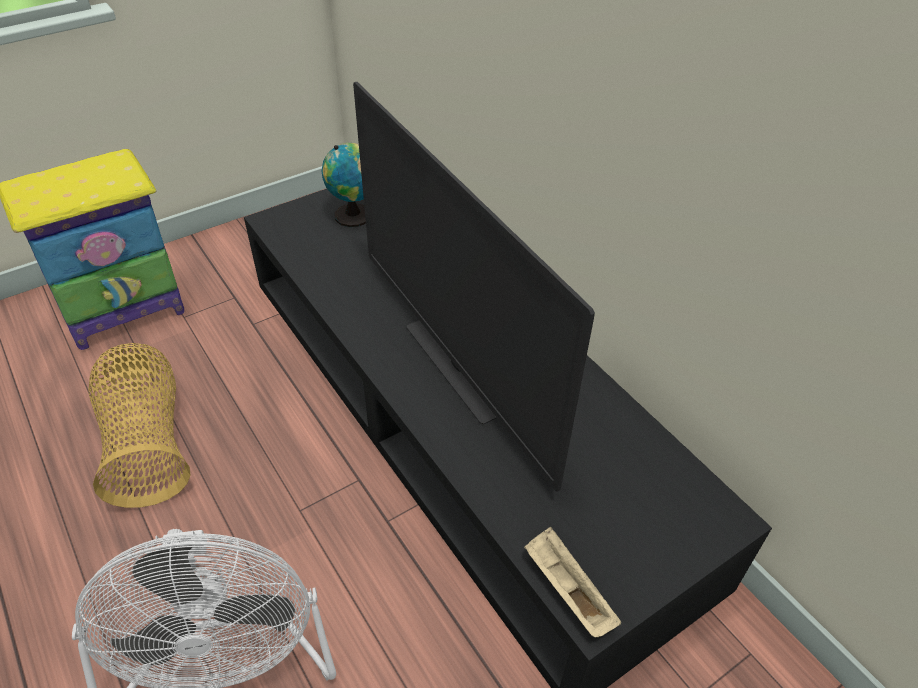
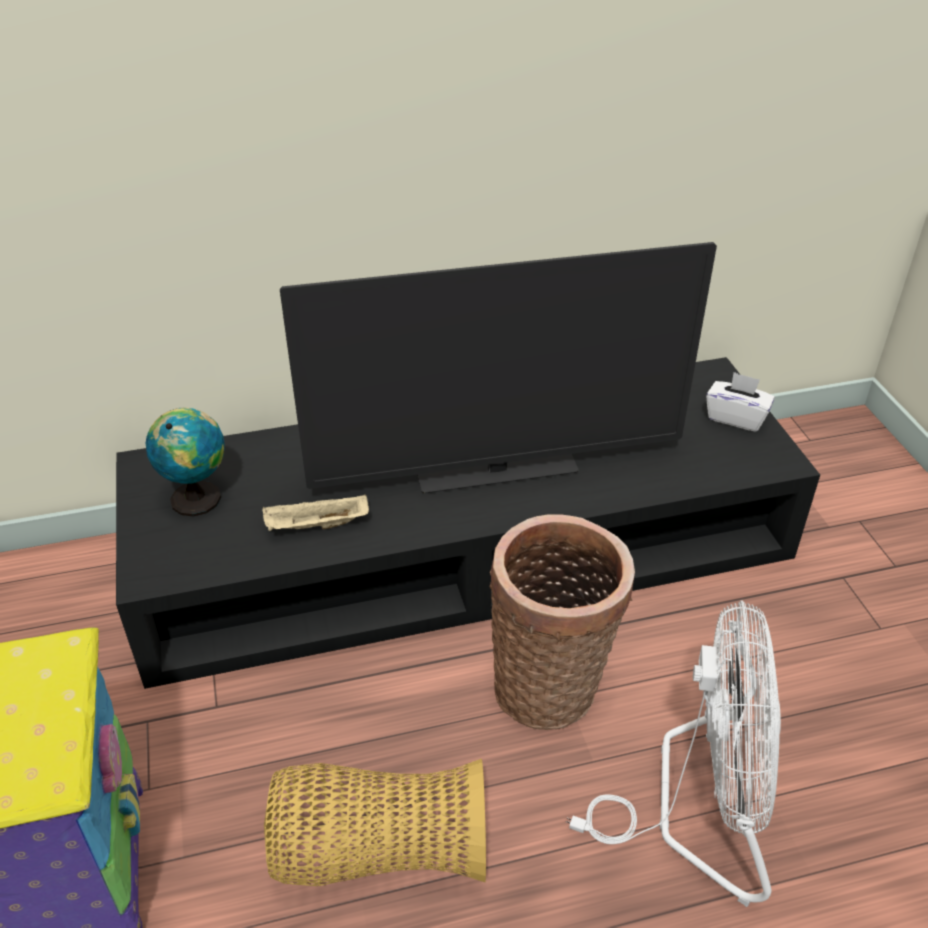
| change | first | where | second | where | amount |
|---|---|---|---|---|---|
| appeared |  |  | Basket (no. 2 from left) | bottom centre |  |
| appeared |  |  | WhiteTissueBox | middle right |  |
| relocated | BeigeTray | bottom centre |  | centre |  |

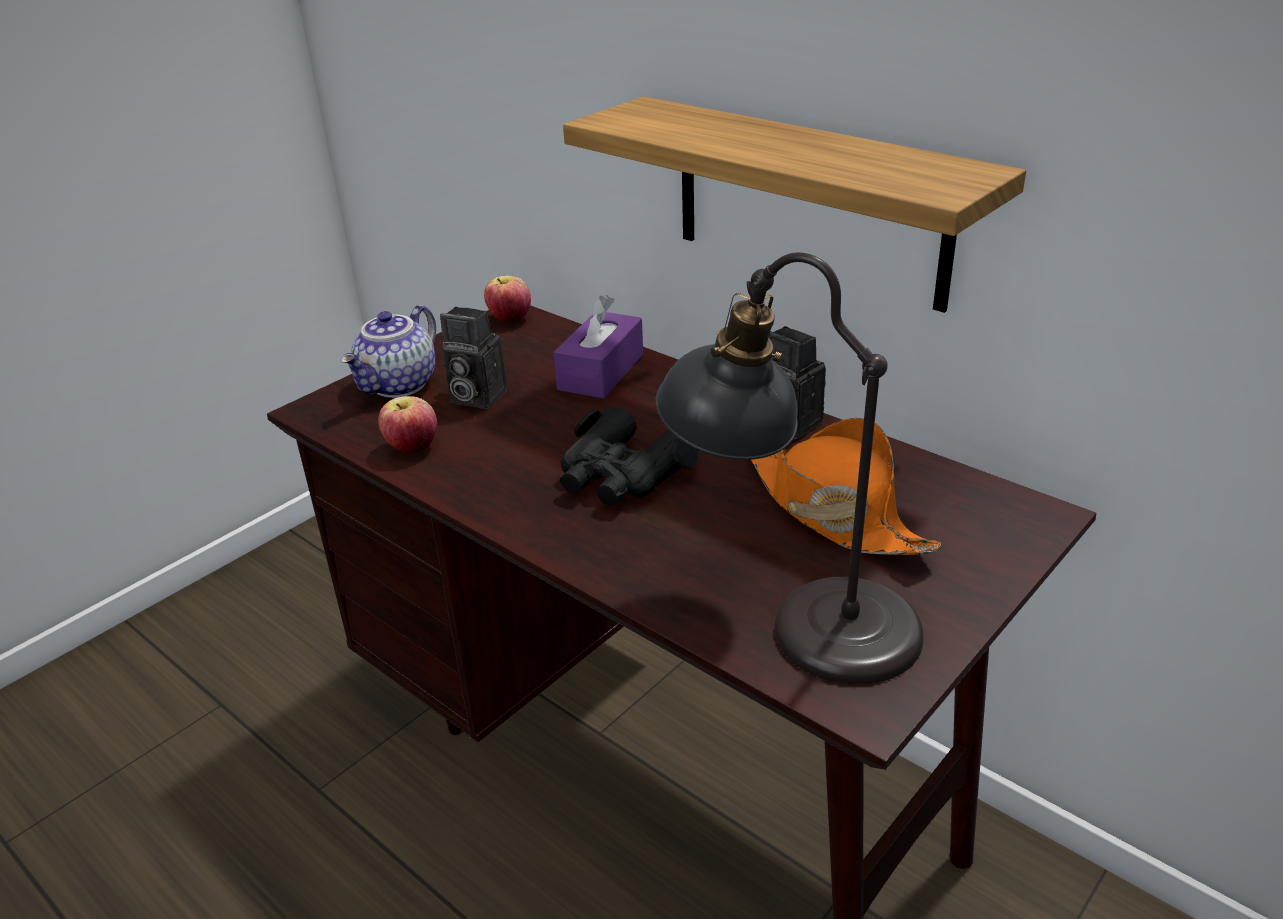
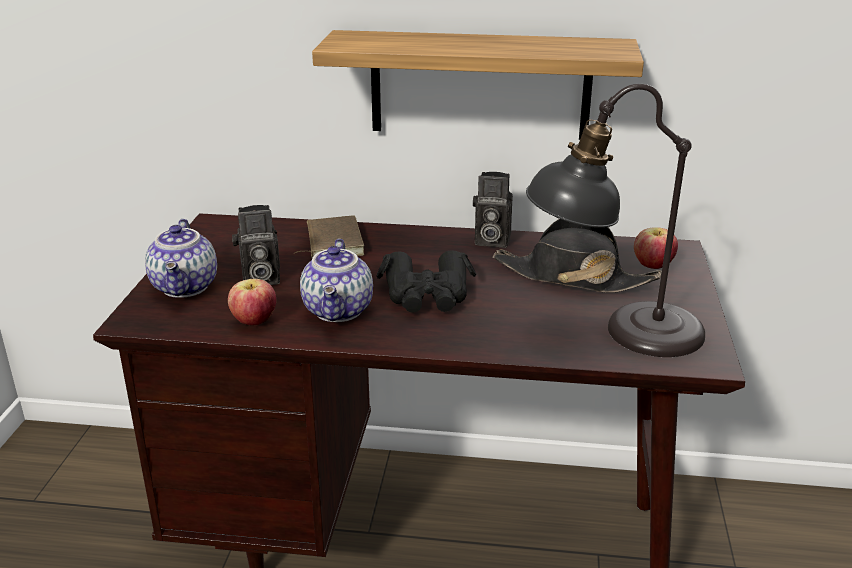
| change | first | where | second | where | amount |
|---|---|---|---|---|---|
| appeared |  |  | Teapot (no. 2 from left) | centre |  |
| relocated | Apple (no. 2 from left) | top centre |  | middle right |  |
| exchanged | PurpleTissueBox | centre | BrownBook | centre |  |
| colour | OrangeHat | centre | BlackHat | middle right |  |

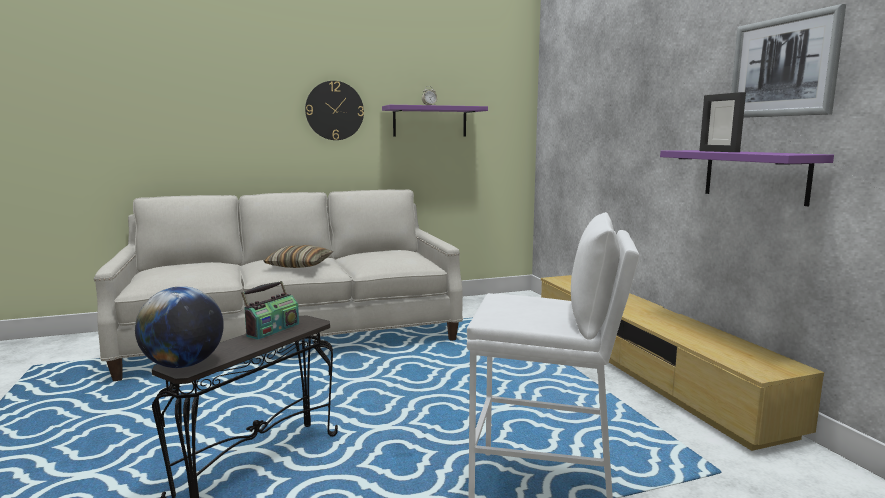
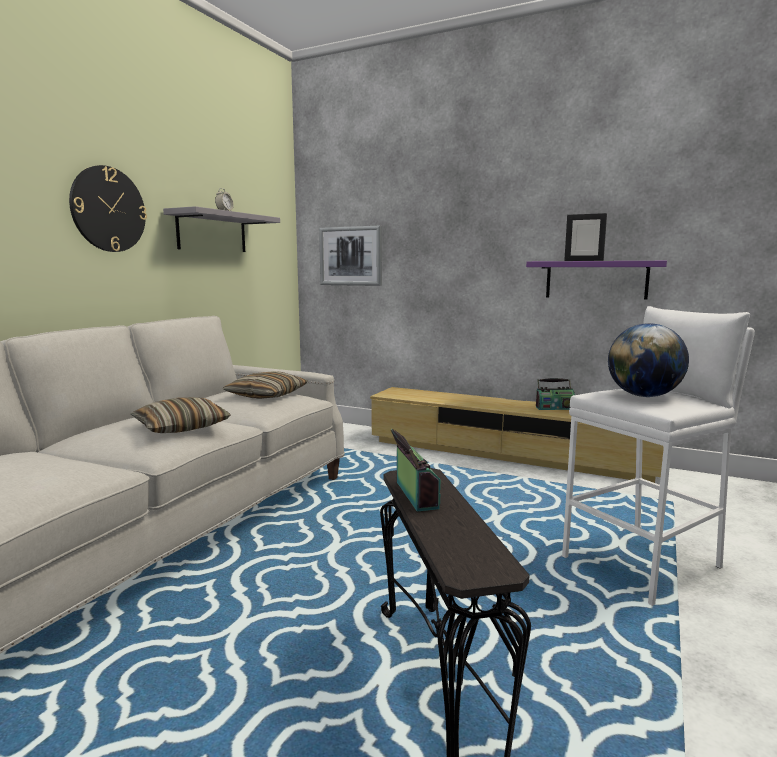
| change | first | where | second | where | amount |
|---|---|---|---|---|---|
| appeared |  |  | Pillow (no. 2 from left) | centre |  |
| appeared |  |  | Radio (no. 2 from left) | middle right |  |
| relocated | Globe | middle left |  | middle right |  |
| relocated | Picture | top right |  | centre |  |
| colour | PurpleShelf (no. 1 from left) | top centre | GreyShelf | top left |  |

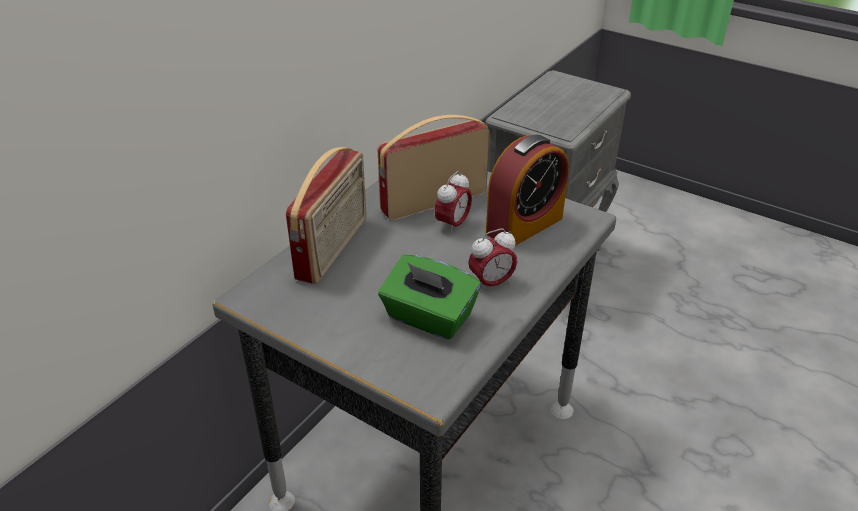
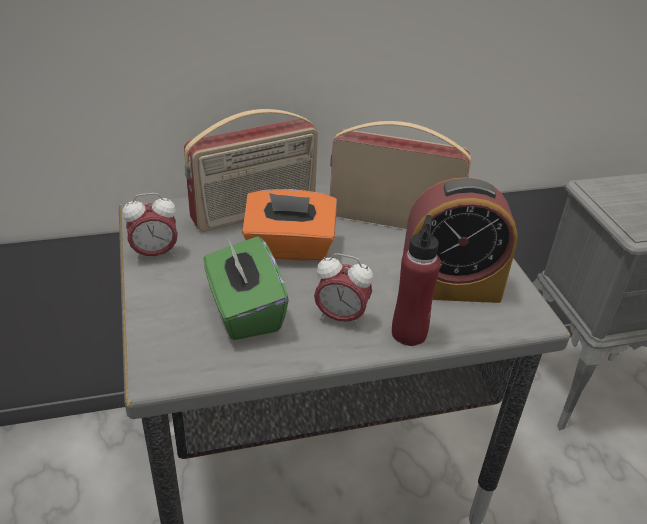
| change | first | where | second | where | amount |
|---|---|---|---|---|---|
| appeared |  |  | OrangeTissueBox | centre |  |
| appeared |  |  | RedBottle | centre |  |
| relocated | AlarmClock (no. 1 from left) | centre |  | middle left |  |

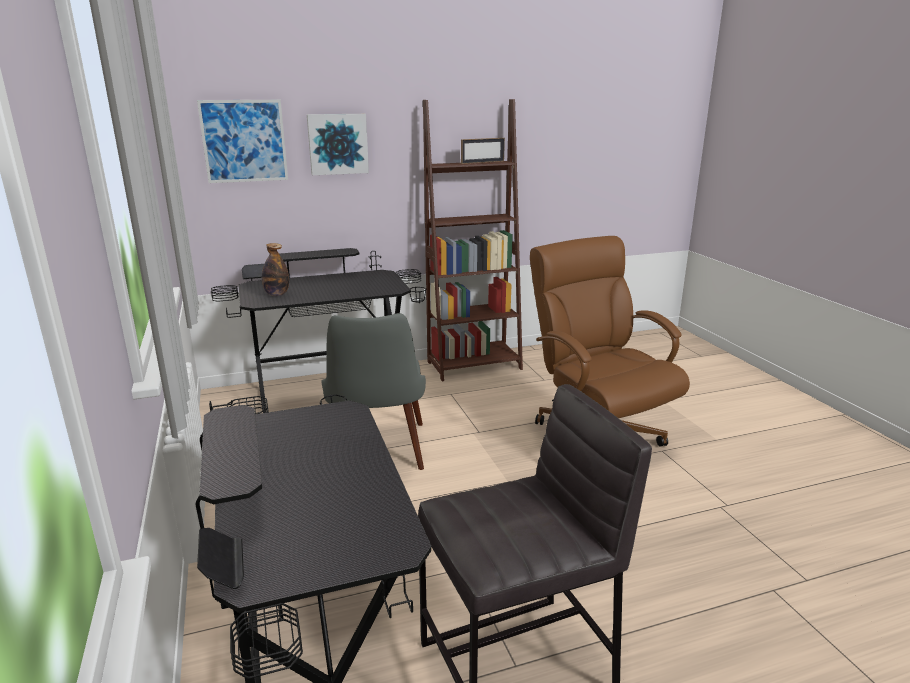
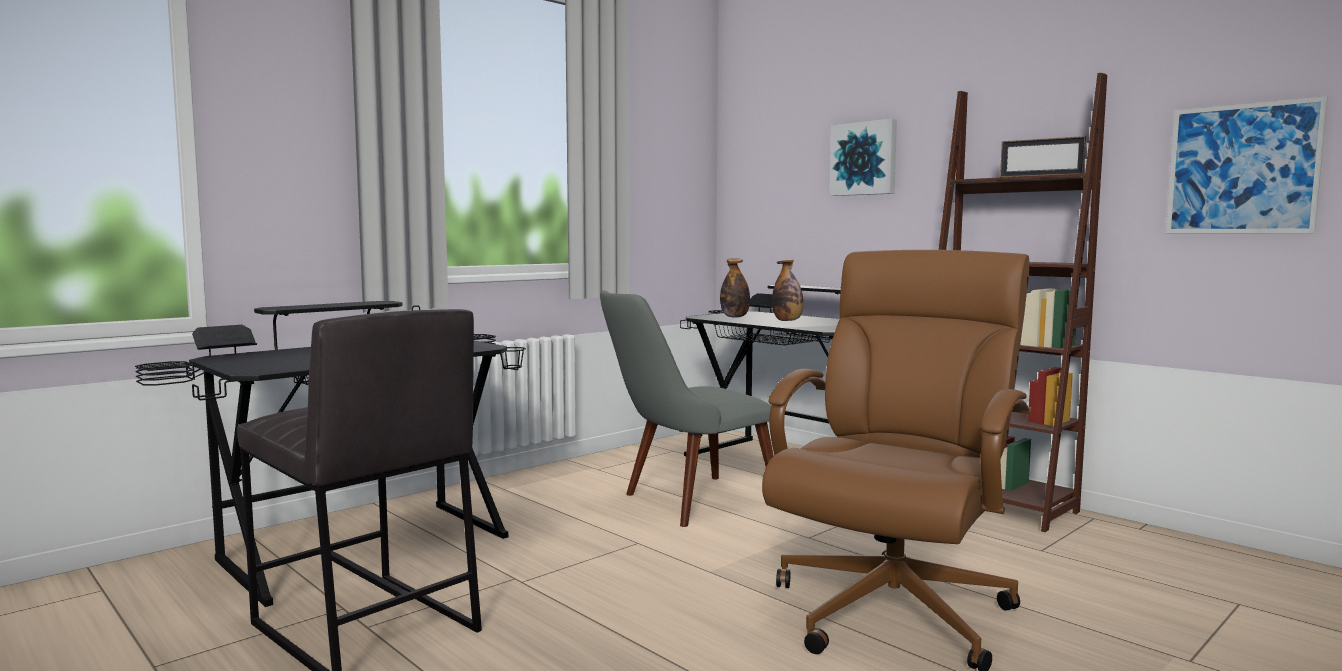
| change | first | where | second | where | amount |
|---|---|---|---|---|---|
| appeared |  |  | Bottle (no. 2 from left) | centre |  |
| relocated | Picture (no. 1 from left in the first image) | top left | Picture (no. 2 from left) | top right |  |

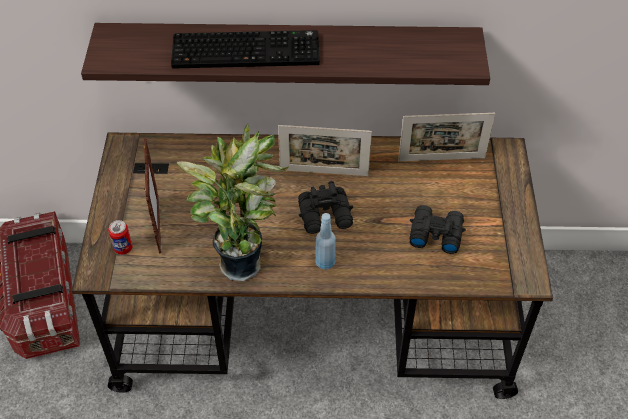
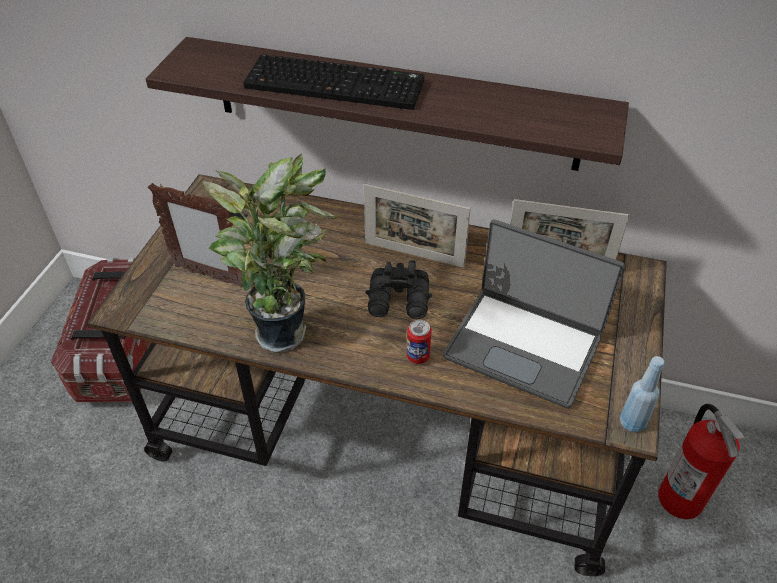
| change | first | where | second | where | amount |
|---|---|---|---|---|---|
| appeared |  |  | FireExtinguisher | bottom right |  |
| relocated | Can | middle left |  | centre |  |
| relocated | BlueBottle | centre |  | bottom right |  |
| exchanged | BlackBinoculars (no. 2 from left) | middle right | Laptop | middle right |  |
| spun | PictureFrame (no. 1 from left) | middle left |  | middle left | 105 degrees clockwise |

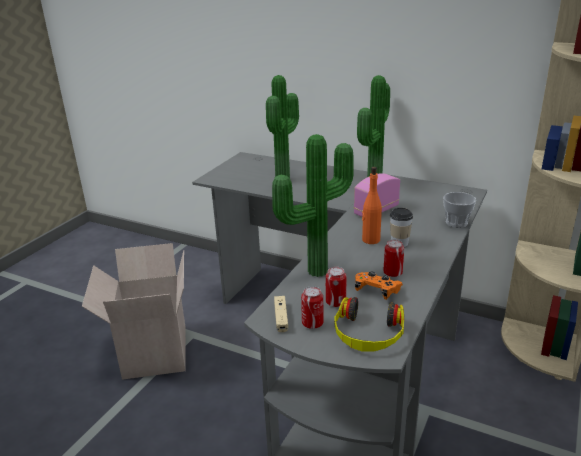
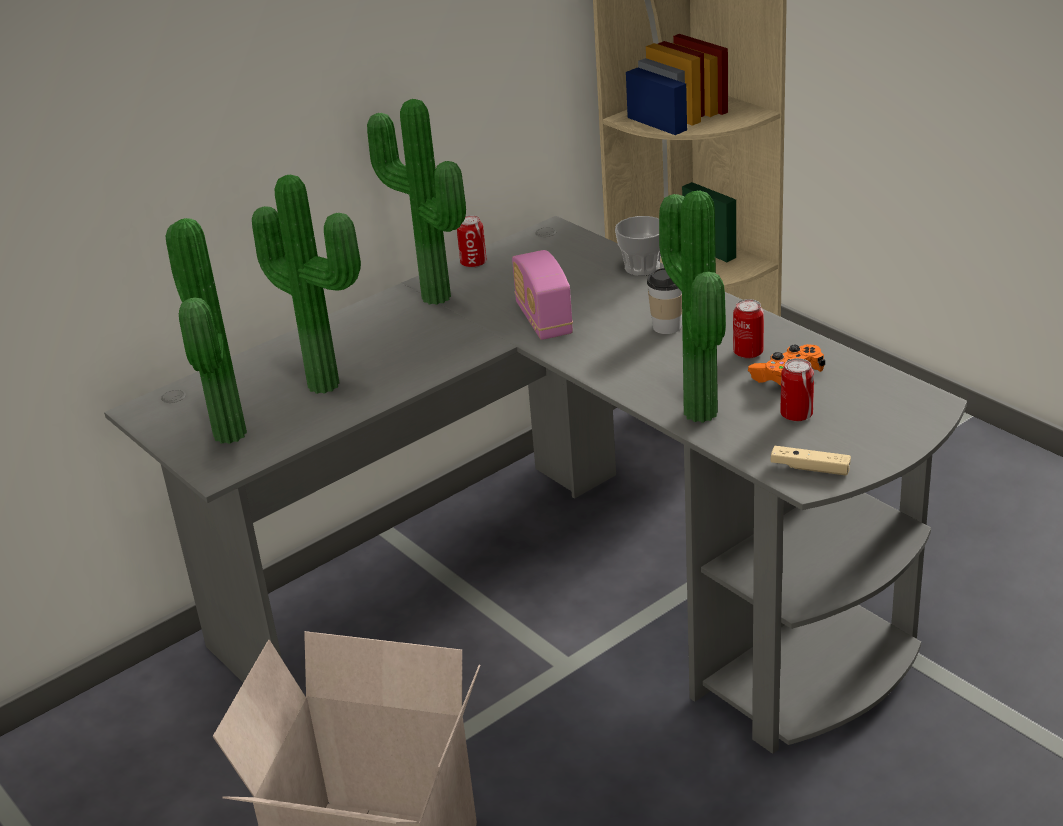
| change | first | where | second | where | amount |
|---|---|---|---|---|---|
| missing | Headphones | bottom centre |  |  |  |
| missing | OrangeBottle | centre |  |  |  |
| appeared |  |  | PottedPlant (no. 1 from left) | middle left |  |
| relocated | Can (no. 1 from left) | bottom centre |  | top centre |  |

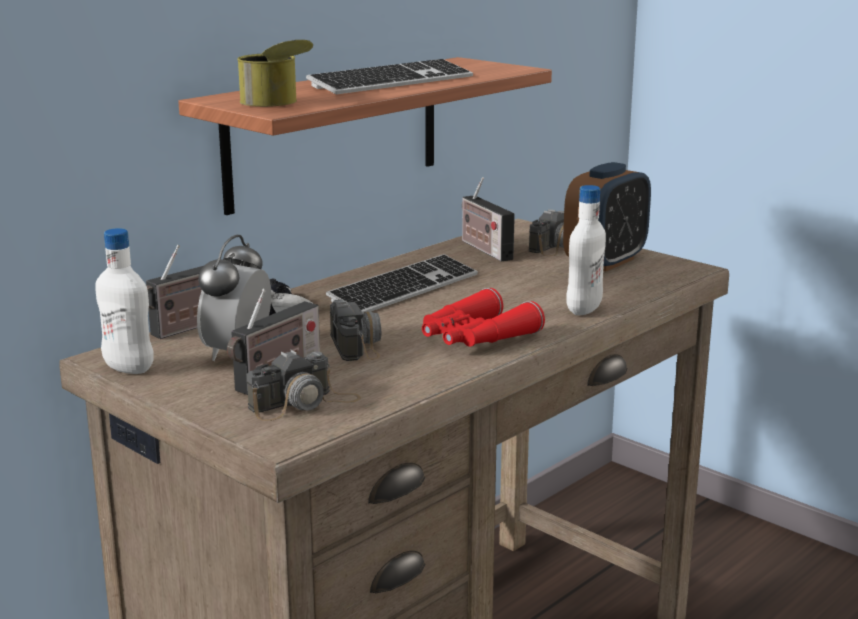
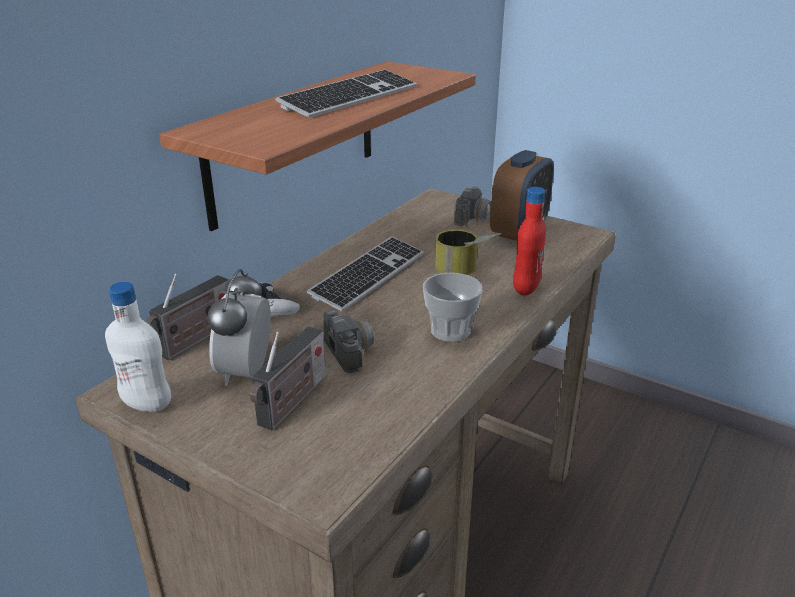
| change | first | where | second | where | amount |
|---|---|---|---|---|---|
| missing | PhotoCamera (no. 1 from left) | centre |  |  |  |
| missing | Radio (no. 3 from left) | centre |  |  |  |
| relocated | Can | top left |  | centre |  |
| exchanged | RedBinoculars | centre | Cup | centre |  |
| colour | WhiteBottle (no. 2 from left) | middle right | RedBottle | centre |  |

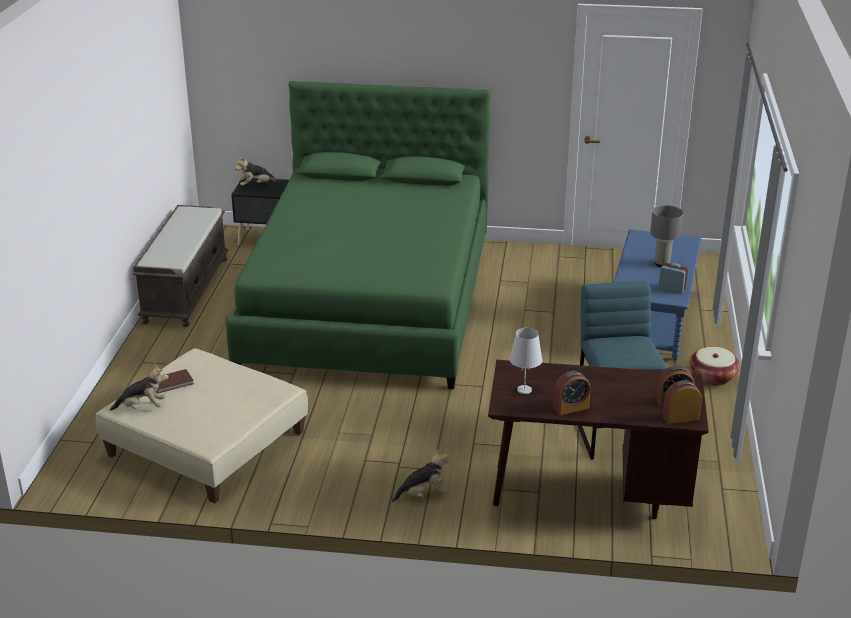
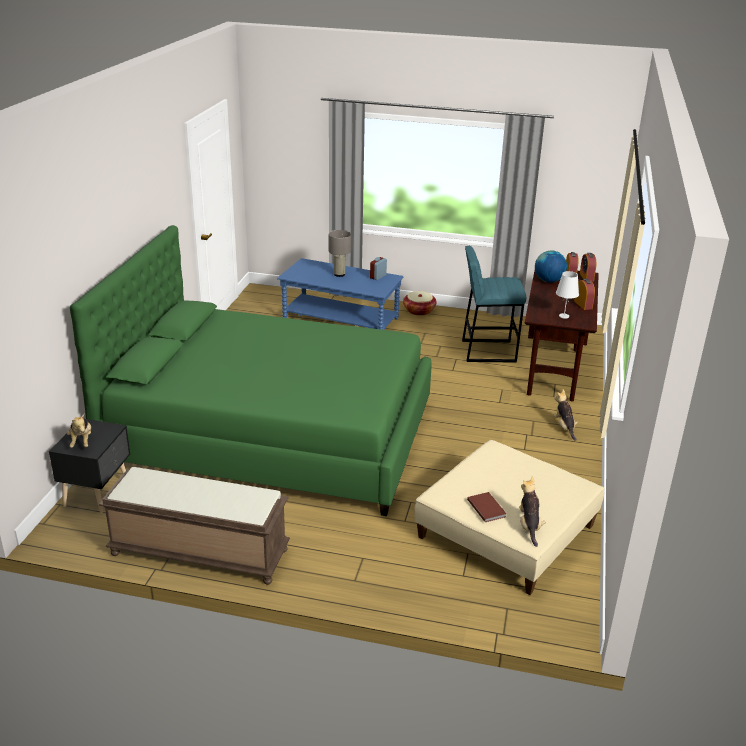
| change | first | where | second | where | amount |
|---|---|---|---|---|---|
| appeared |  |  | Globe | middle right |  |

